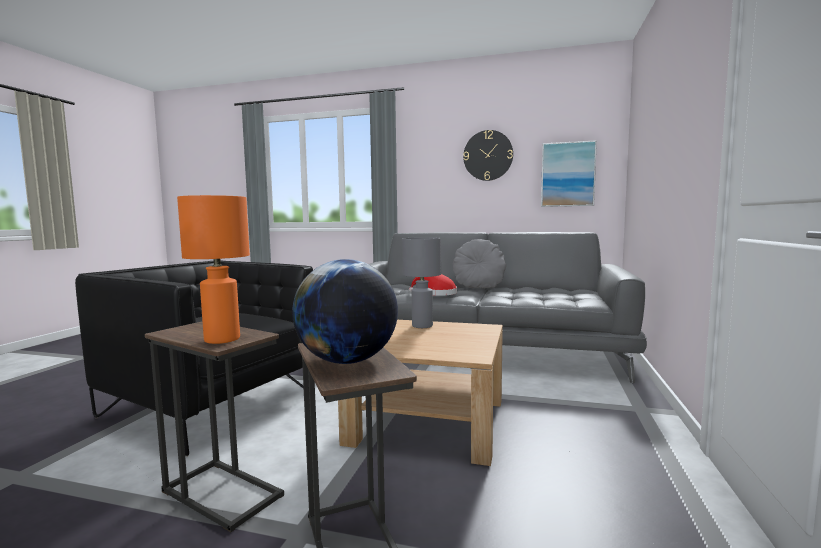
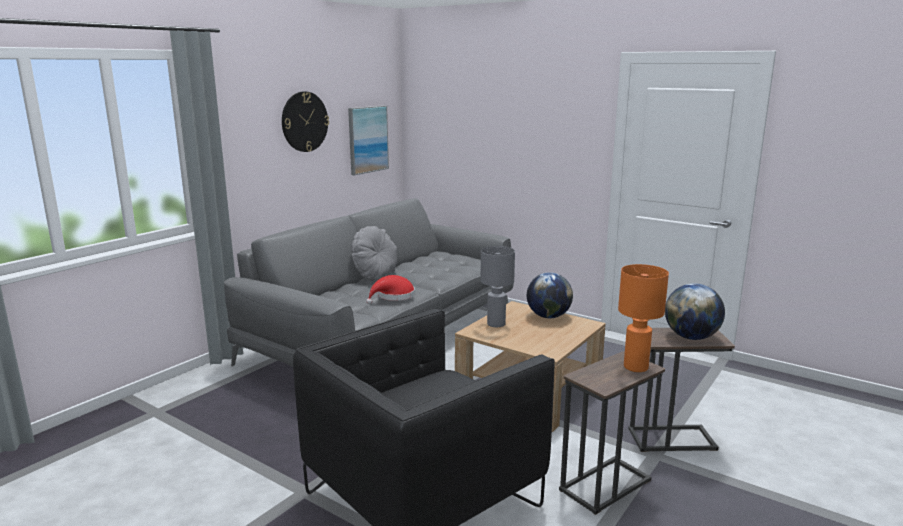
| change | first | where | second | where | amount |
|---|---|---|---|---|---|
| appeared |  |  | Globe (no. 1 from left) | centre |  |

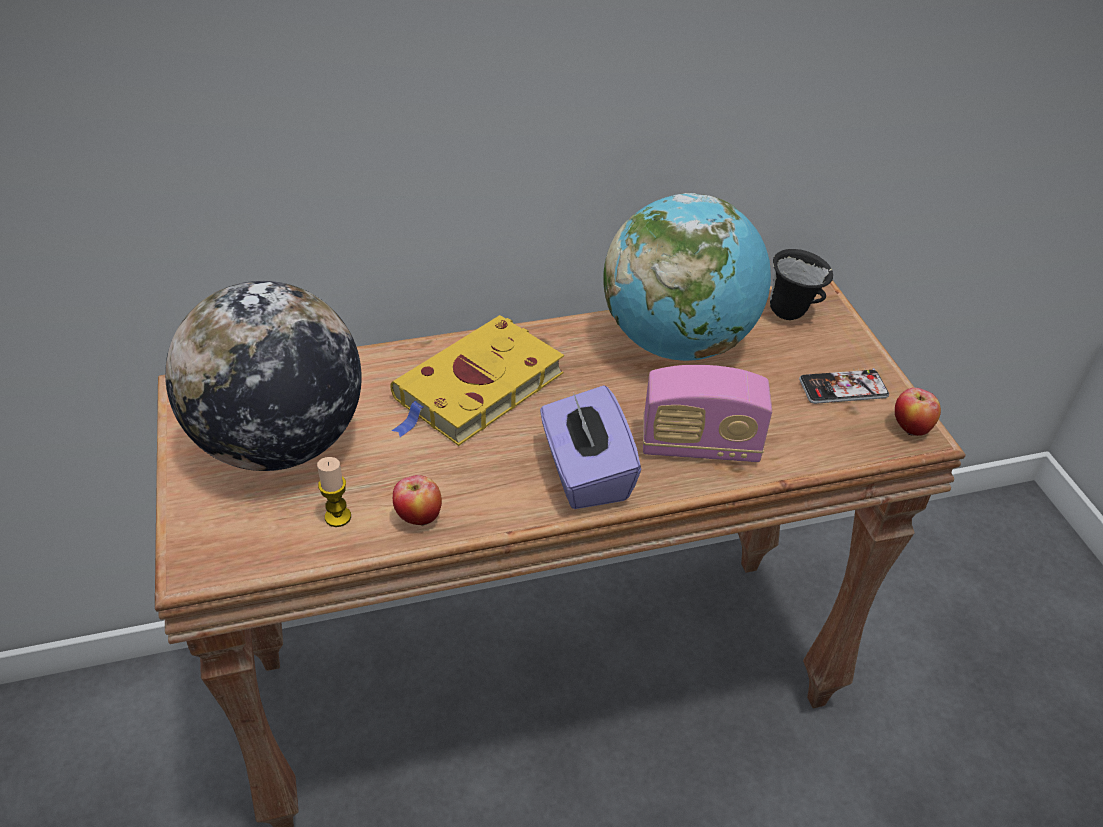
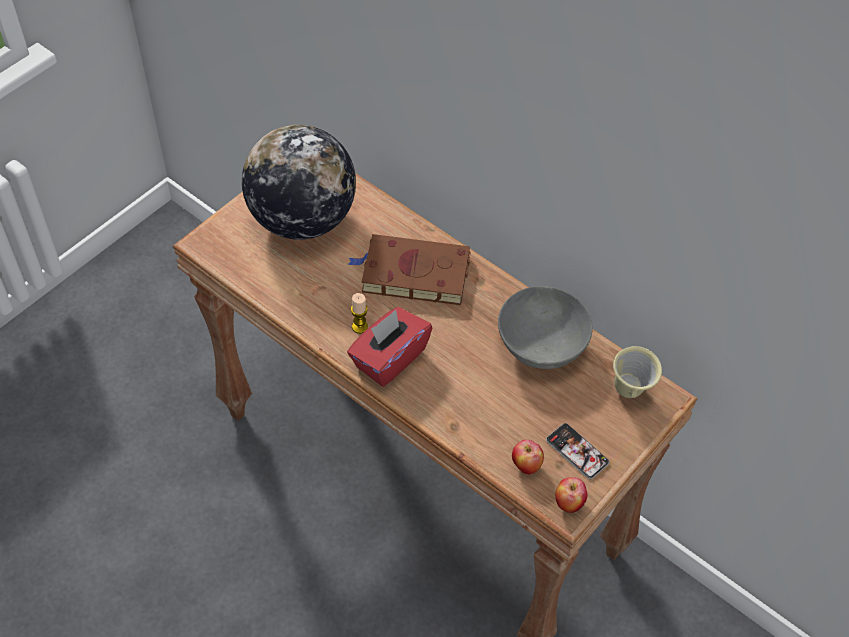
| change | first | where | second | where | amount |
|---|---|---|---|---|---|
| missing | Radio | centre |  |  |  |
| relocated | Candle | middle left |  | centre |  |
| relocated | Apple (no. 1 from left) | centre |  | bottom centre |  |
| exchanged | Globe (no. 2 from left) | centre | GreyBowl | centre |  |
| colour | YellowBook | centre | BrownBook | centre |  |
| colour | PurpleTissueBox | centre | RedTissueBox | centre |  |
| colour | BlackMug | middle right | BeigeMug | middle right |  |

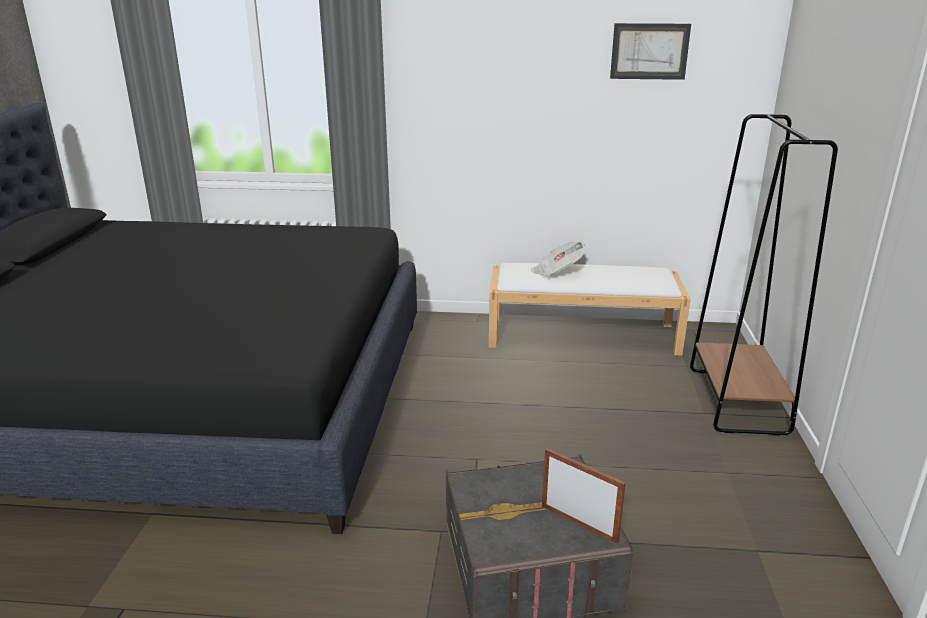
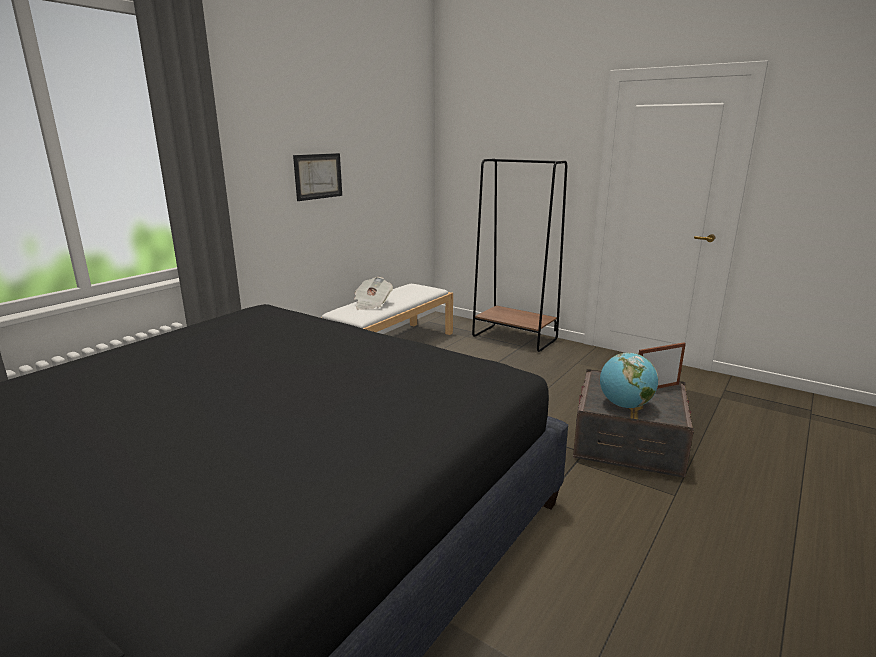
| change | first | where | second | where | amount |
|---|---|---|---|---|---|
| appeared |  |  | Globe | middle right |  |
| relocated | Picture | top right |  | top centre |  |

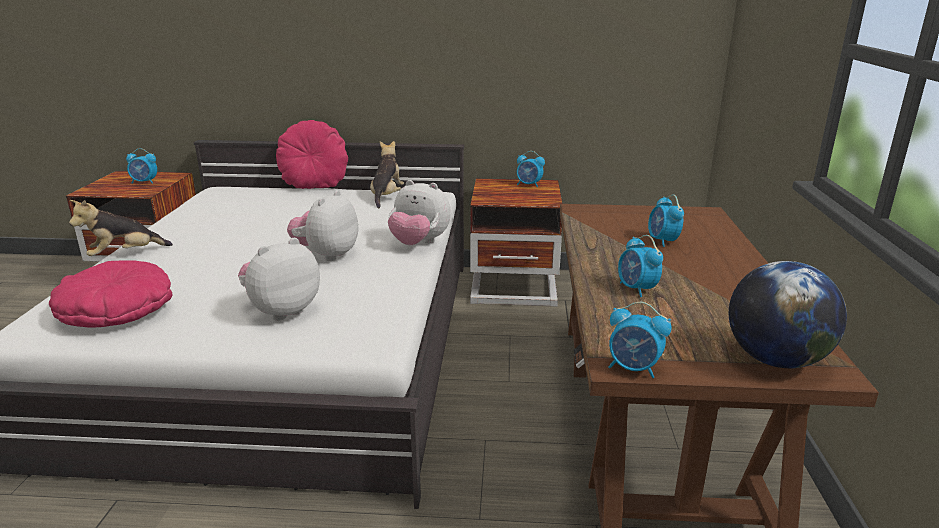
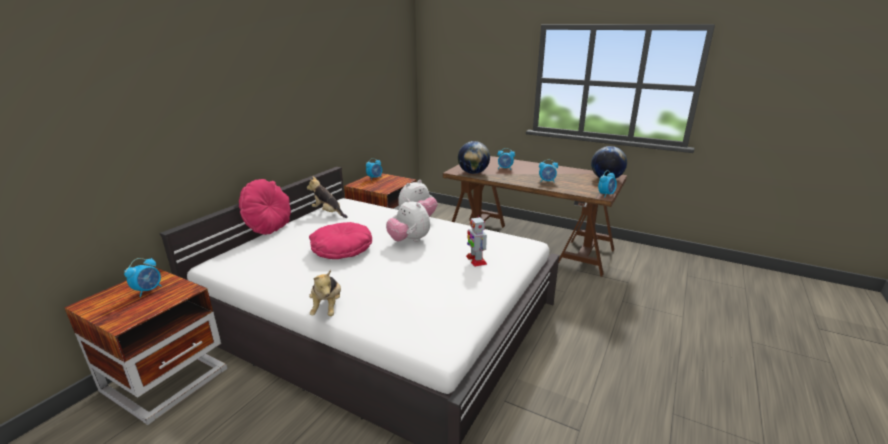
| change | first | where | second | where | amount |
|---|---|---|---|---|---|
| appeared |  |  | Globe (no. 1 from left) | centre |  |
| relocated | PinkPillow (no. 1 from left in the first image) | middle left | PinkPillow (no. 2 from left) | centre |  |
| exchanged | PlushToy (no. 2 from left) | middle left | ToyRobot | centre |  |

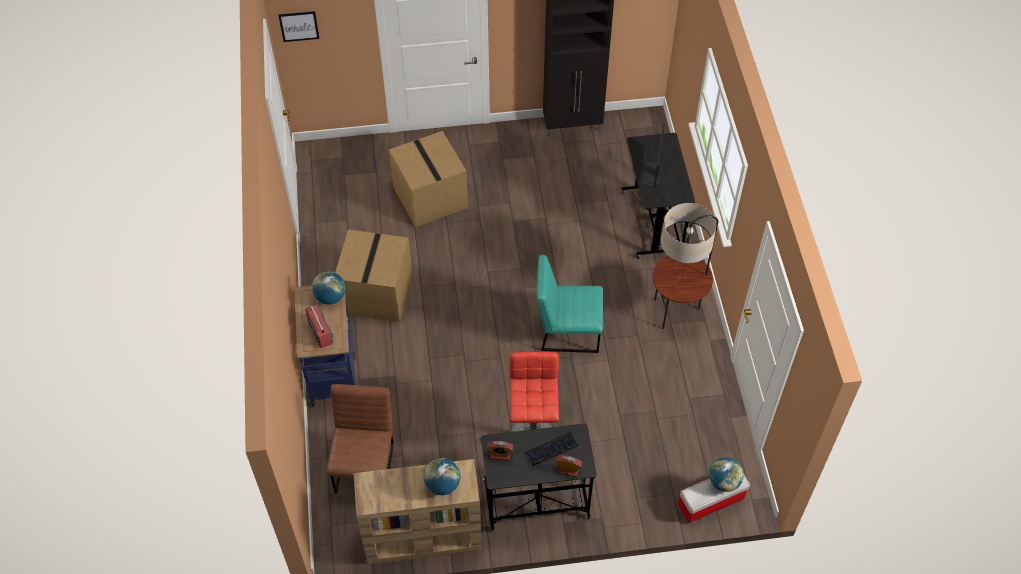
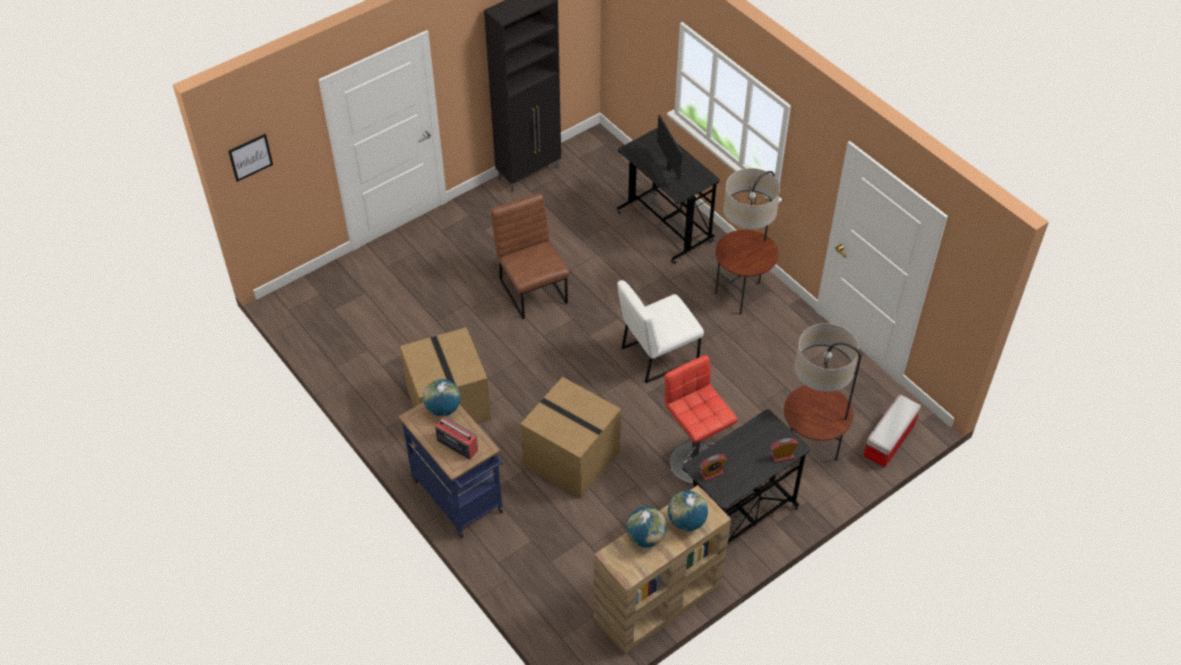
| change | first | where | second | where | amount |
|---|---|---|---|---|---|
| missing | Keyboard | bottom centre |  |  |  |
| appeared |  |  | FloorLamp (no. 2 from left) | middle right |  |
| relocated | BrownChair | bottom centre |  | centre |  |
| relocated | CardboardBox (no. 2 from left) | top centre |  | centre |  |
| relocated | Globe (no. 3 from left in the first image) | bottom right | Globe (no. 2 from left) | bottom centre |  |
| colour | TurquoiseChair | centre | WhiteChair | centre |  |

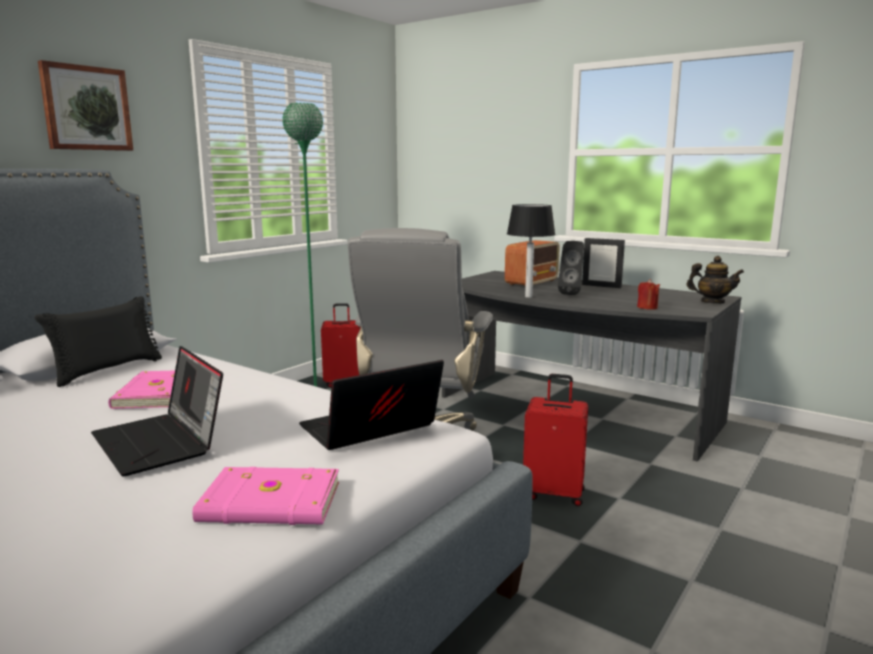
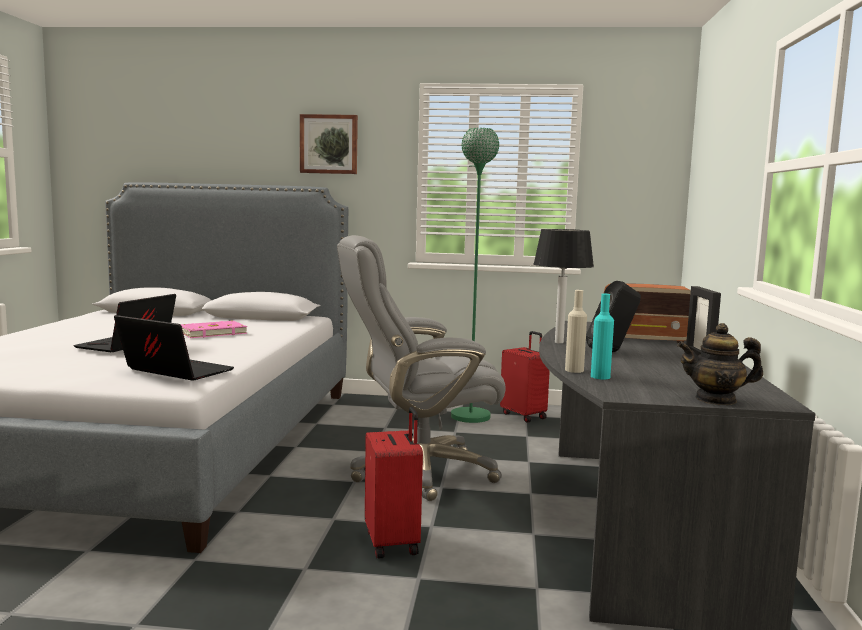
| change | first | where | second | where | amount |
|---|---|---|---|---|---|
| missing | BlackPillow | middle left |  |  |  |
| missing | PinkBook (no. 2 from left) | bottom left |  |  |  |
| appeared |  |  | BeigeBottle | middle right |  |
| exchanged | RedCandle | middle right | TurquoiseBottle | middle right |  |
| spun | Teapot | middle right |  | middle right | 105 degrees clockwise |

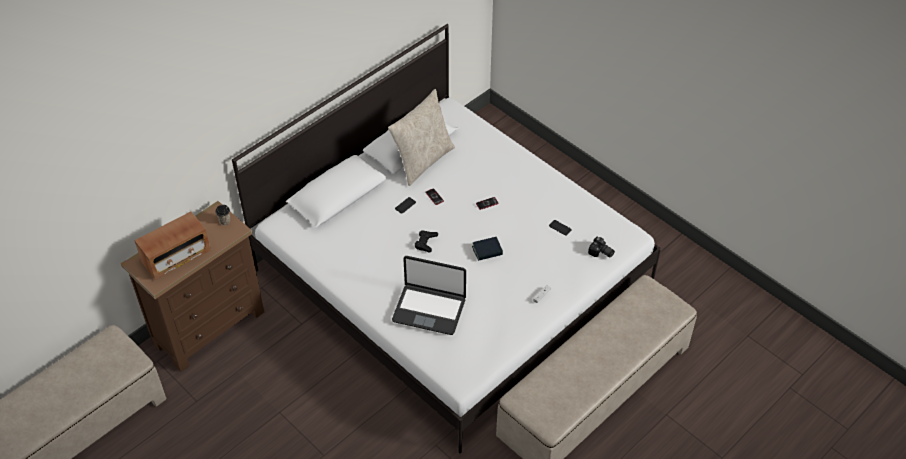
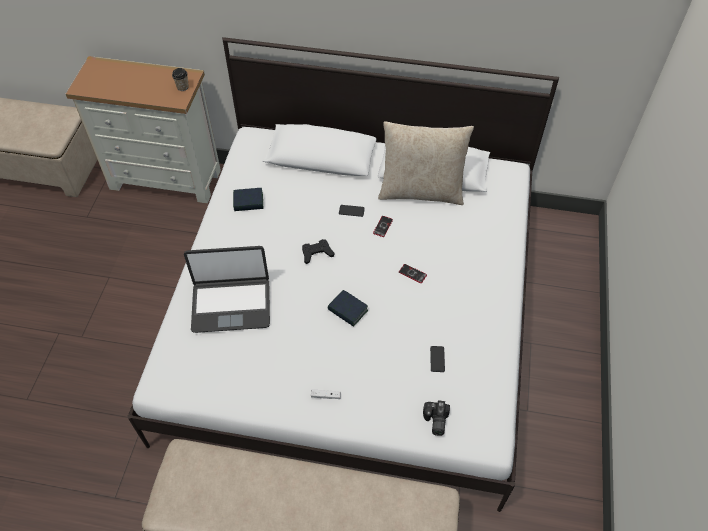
| change | first | where | second | where | amount |
|---|---|---|---|---|---|
| missing | Radio | middle left |  |  |  |
| appeared |  |  | Book (no. 1 from left) | centre |  |
| colour | BrownDresser | middle left | WhiteDresser | top left |  |
| spun | Laptop | centre |  | middle left | 75 degrees counterclockwise |

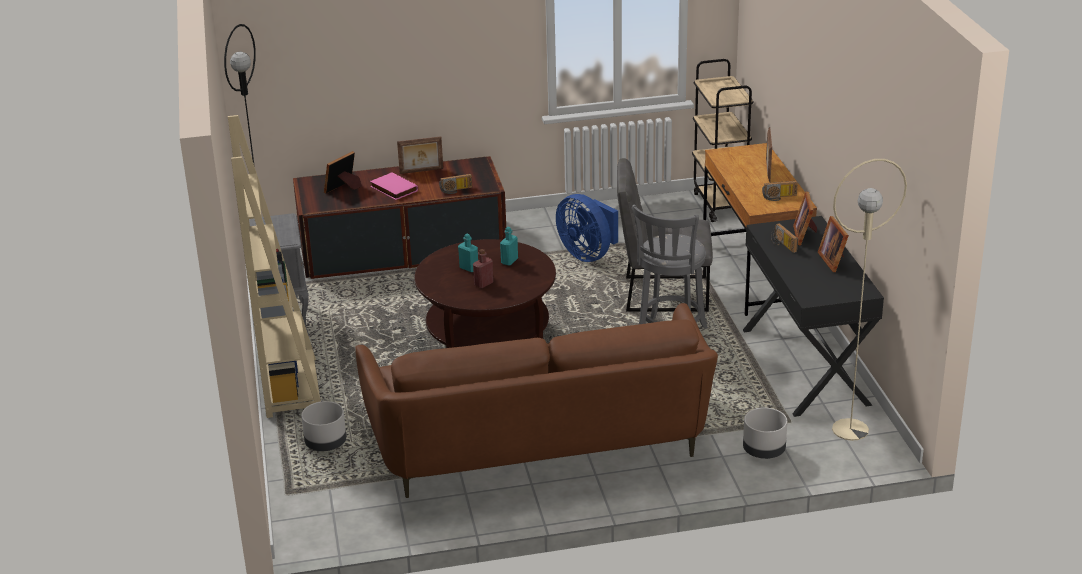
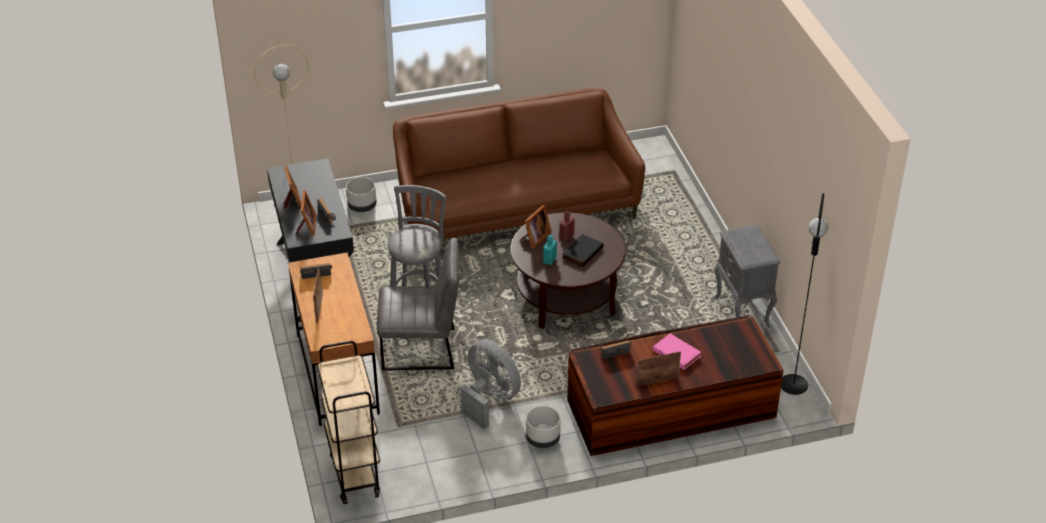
| change | first | where | second | where | amount |
|---|---|---|---|---|---|
| missing | BeigeBookcase | middle left |  |  |  |
| relocated | GreyPlanter (no. 1 from left in the first image) | bottom left | GreyPlanter (no. 2 from left) | bottom centre |  |
| relocated | PictureFrame (no. 1 from left in the first image) | top left | PictureFrame (no. 4 from left) | centre |  |
| exchanged | TurquoiseBottle (no. 1 from left) | centre | BlackBook | centre |  |
| colour | BlueFan | centre | GreyFan | bottom centre |  |

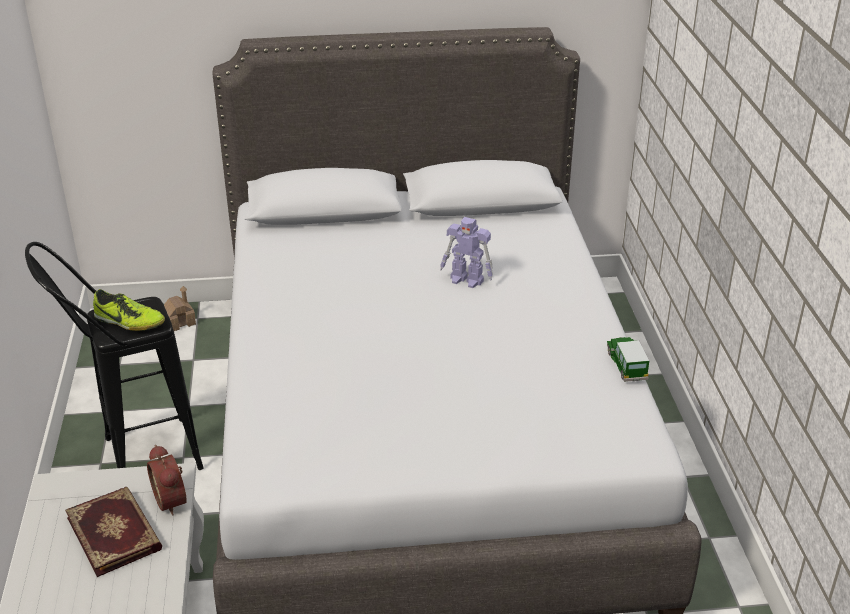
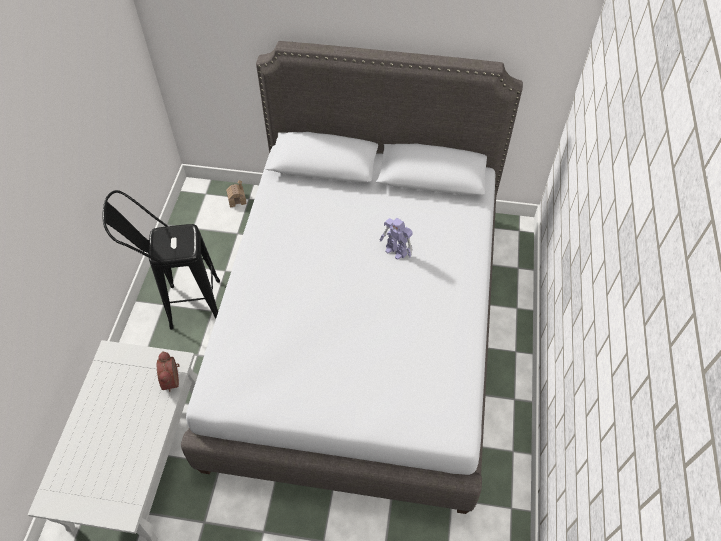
| change | first | where | second | where | amount |
|---|---|---|---|---|---|
| missing | Book | bottom left |  |  |  |
| missing | Shoe | middle left |  |  |  |
| missing | ToyCar | middle right |  |  |  |

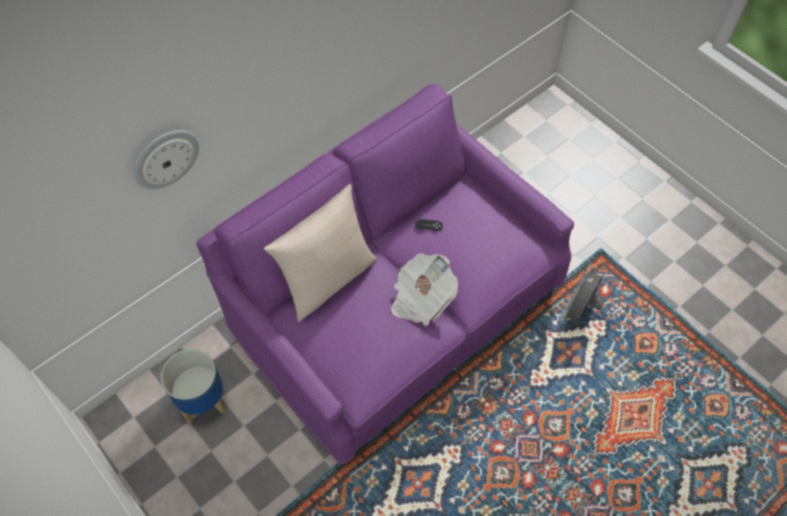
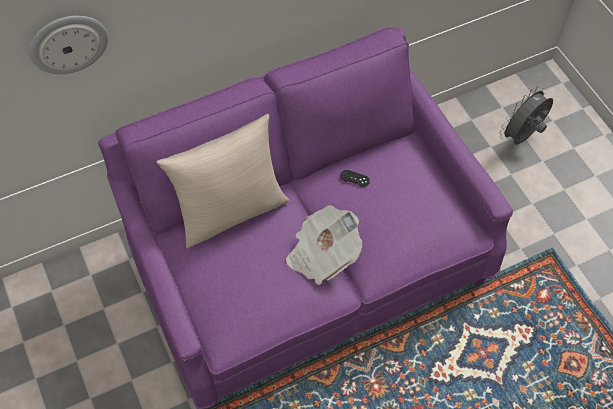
| change | first | where | second | where | amount |
|---|---|---|---|---|---|
| missing | Planter | bottom left |  |  |  |
| relocated | GreyFan | middle right |  | top right |  |

